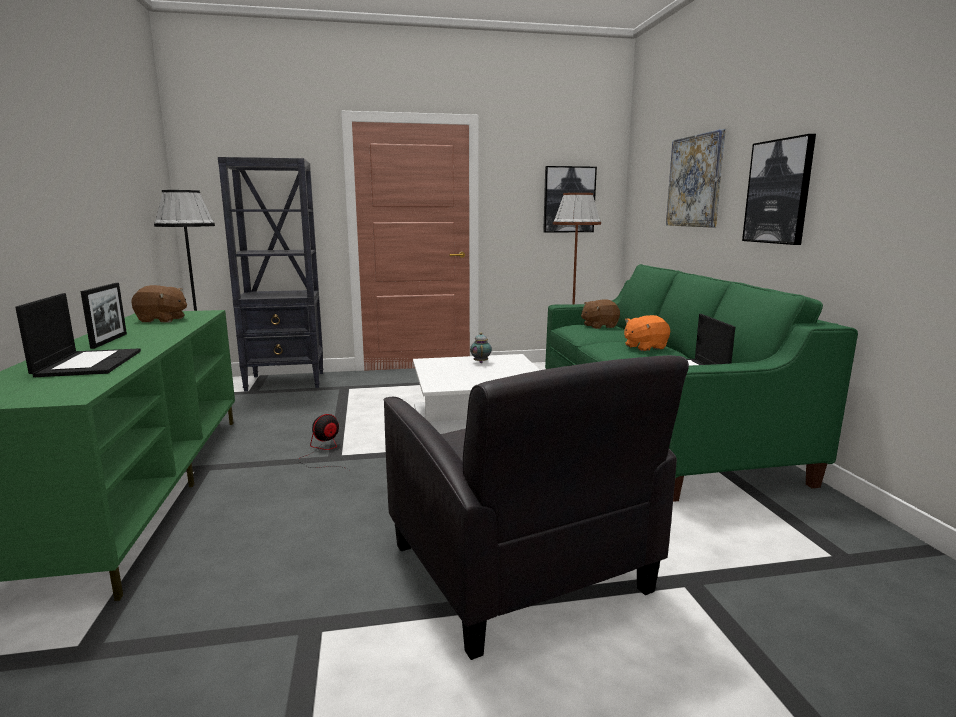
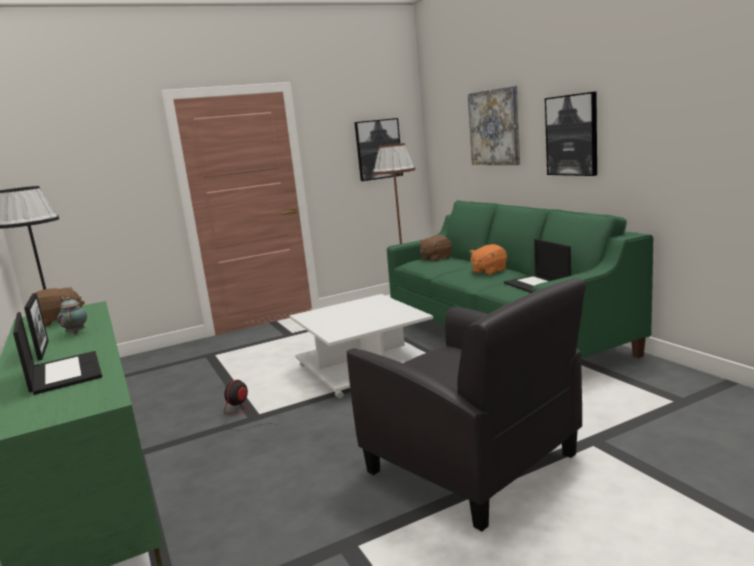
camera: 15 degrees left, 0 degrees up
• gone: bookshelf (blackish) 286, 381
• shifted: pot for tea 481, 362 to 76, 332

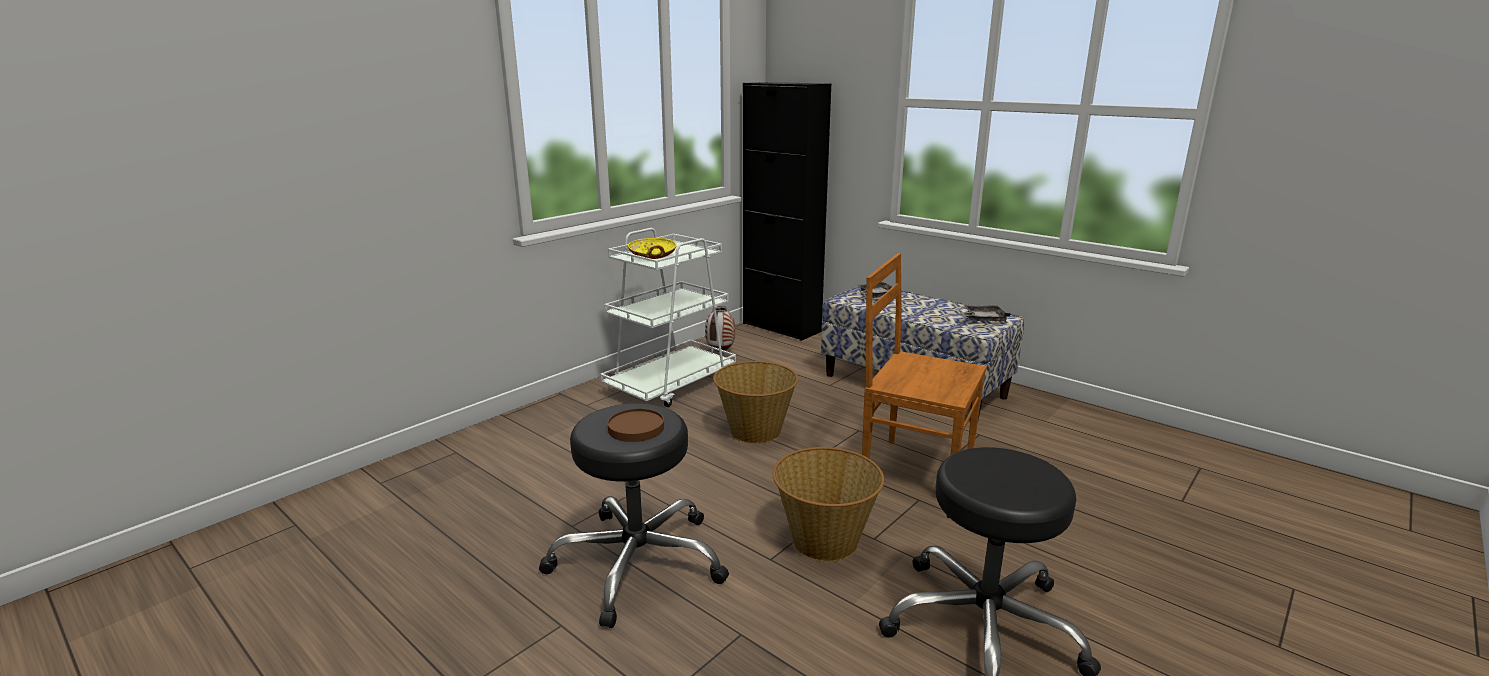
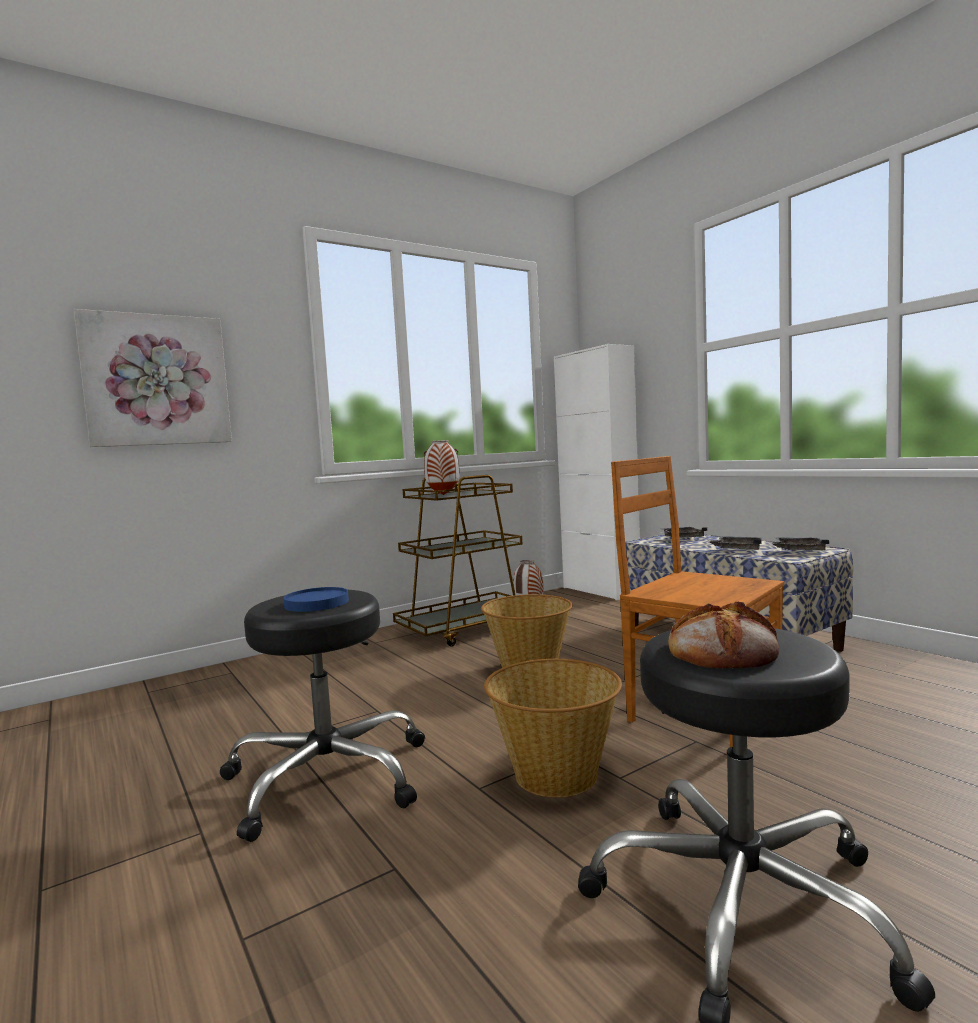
camera: 15 degrees right, 15 degrees down
• repainted: cabinet (blackish) 781, 327 to cabinet (whitish) 601, 591
• repainted: wheeled cart (whitish) 671, 384 to wheeled cart (brown-coloured) 466, 629
• swapped: deep dish (yellowish) 652, 256 to flower vase 442, 495
• repainted: flat dish (brown-coloured) 636, 428 to flat dish (blue) 316, 603
• new: wall art 157, 380
• new: tray (gray) 737, 549
• new: bread 723, 650

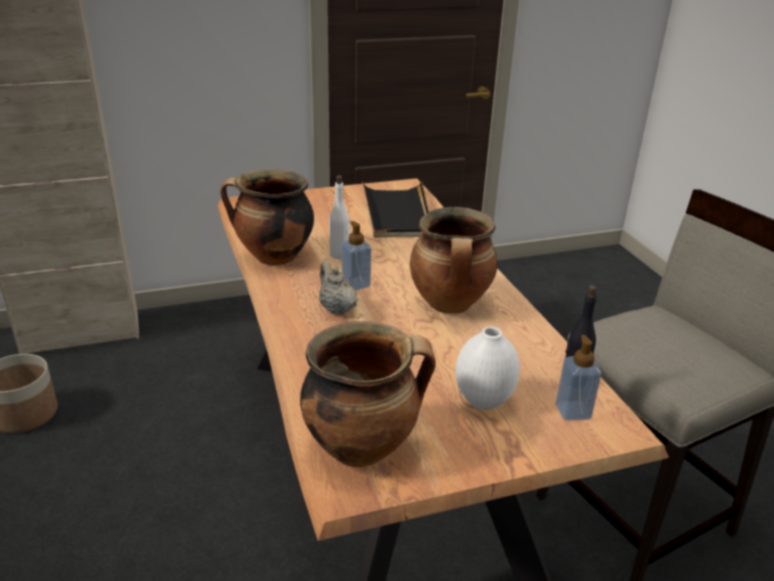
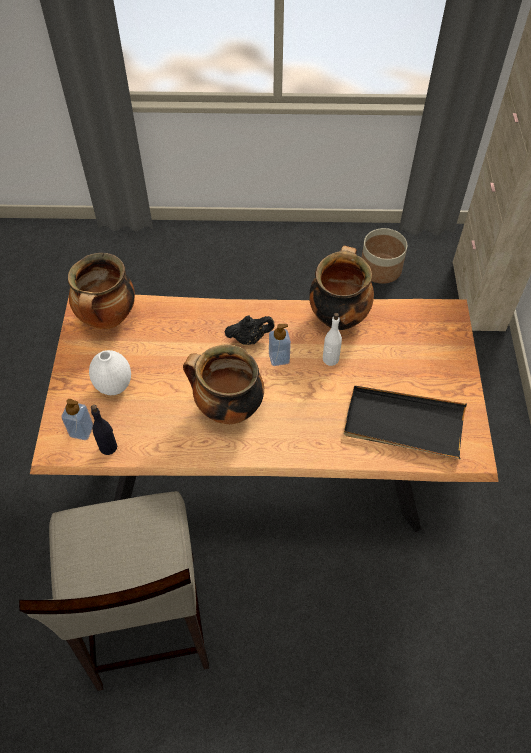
camera: 110 degrees right, 25 degrees up
• repainted: pot for tea (sand-coloured) 336, 308 to pot for tea (blackish) 249, 339

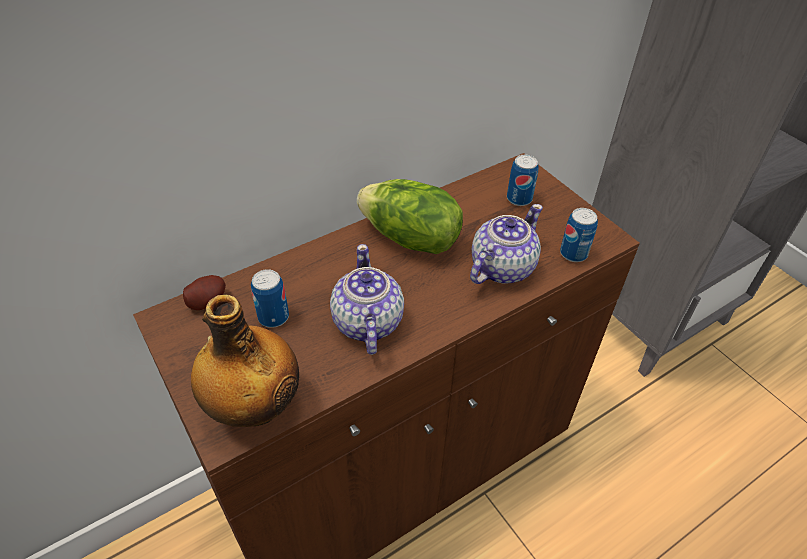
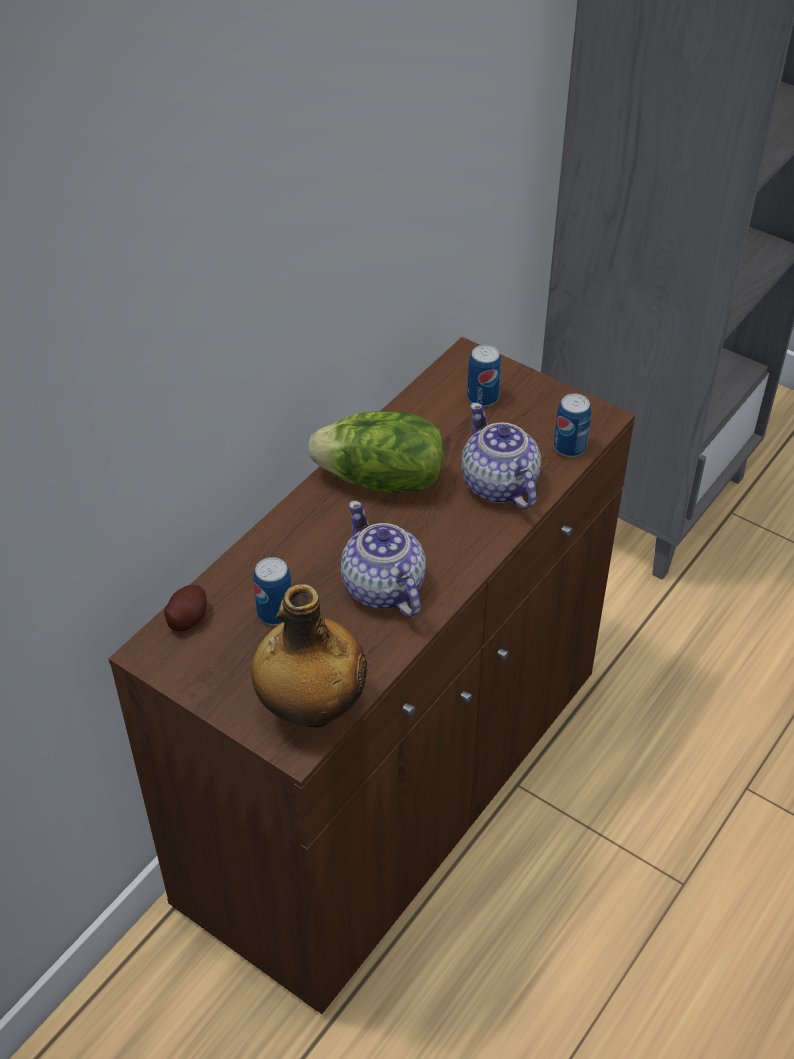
camera: 20 degrees left, 0 degrees up
• rotated: pot for tea 501, 268 = 499, 485 45 degrees counterclockwise

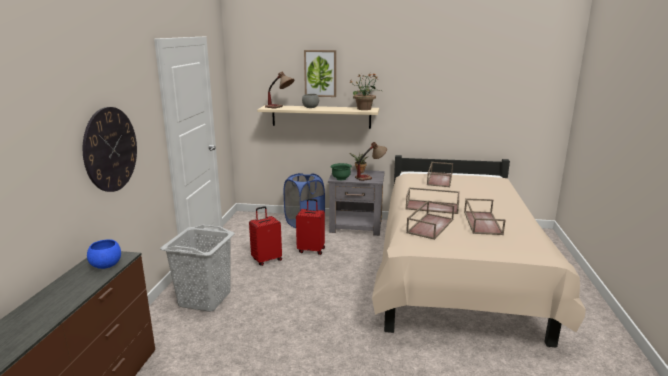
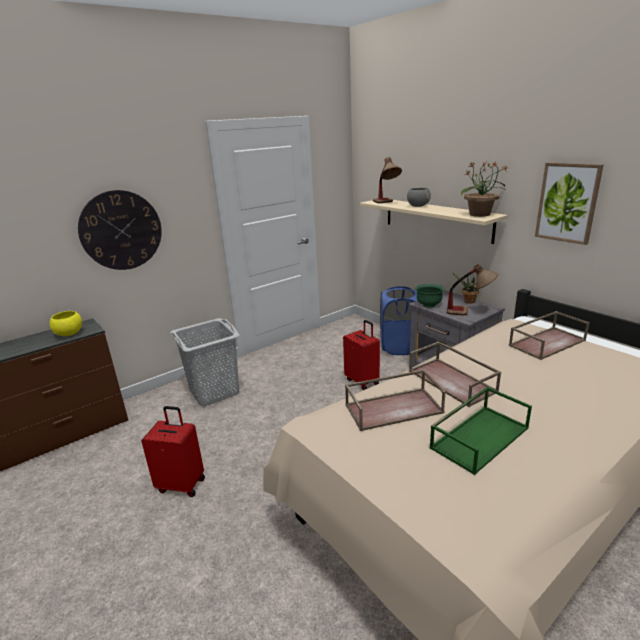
camera: 45 degrees right, 5 degrees up
• shifted: wall art 320, 73 to 567, 202
• repainted: tray (brown-coloured) 481, 222 to tray (green) 479, 437
• shifted: piece of luggage (reddish) 266, 260 to 182, 484
• repainted: deep dish (blue) 107, 265 to deep dish (yellowish) 70, 334

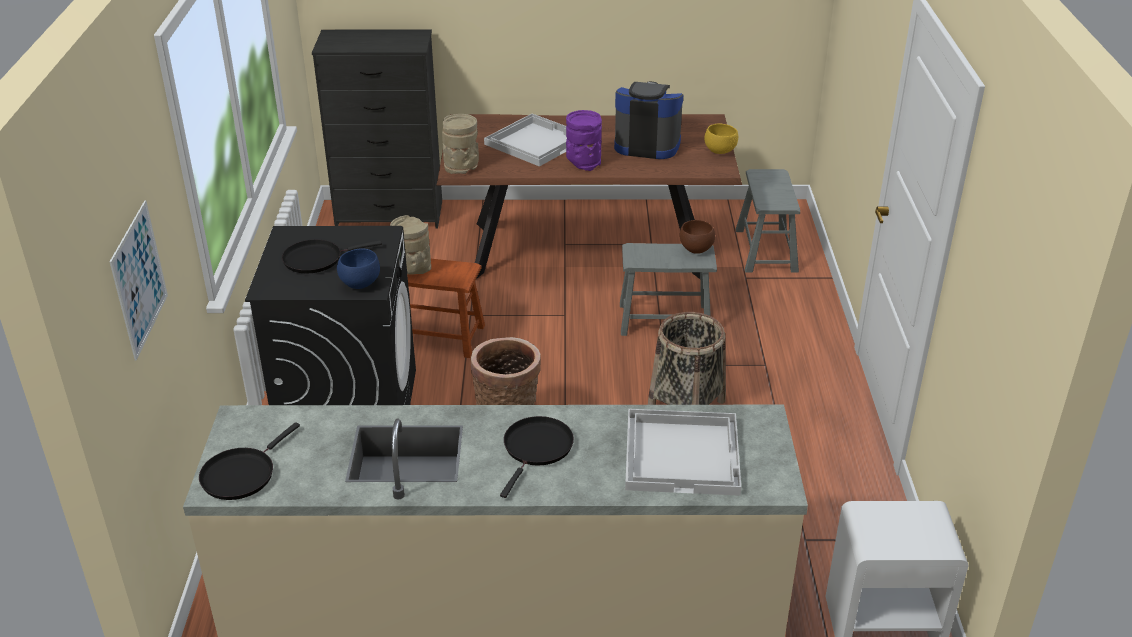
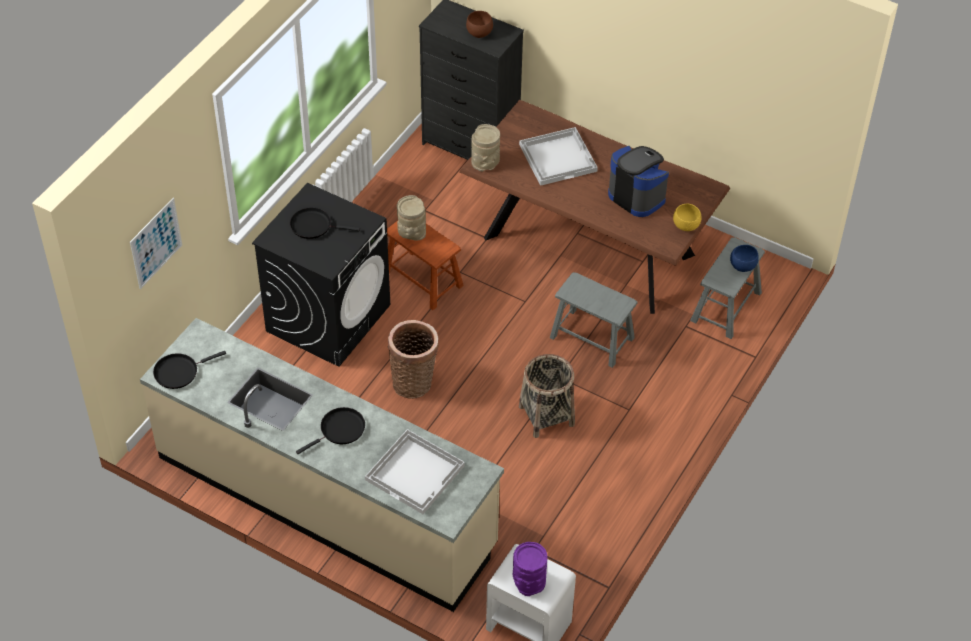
camera: 30 degrees right, 15 degrees up
• shifted: flower vase (purple-coloured) 583, 163 to 529, 581
• shifted: deep dish (brown-coloured) 695, 250 to 478, 33
• shifted: deep dish (blue) 359, 283 to 742, 266

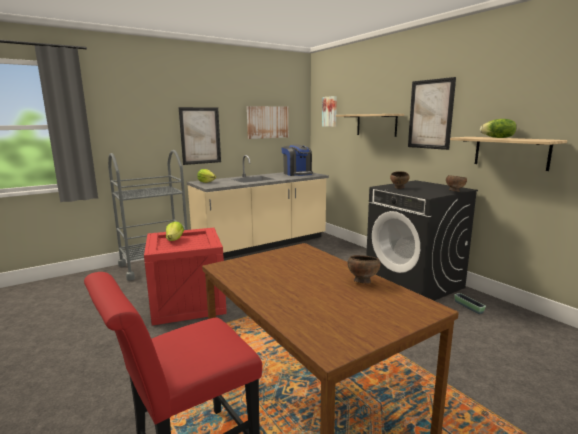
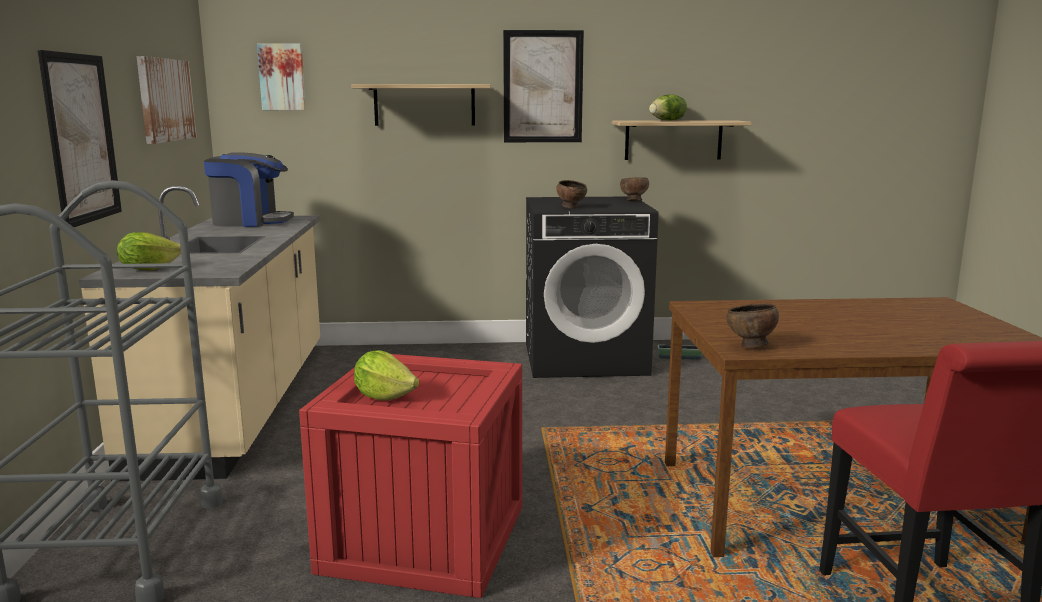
camera: 60 degrees left, 0 degrees up
• shifted: deep dish (brown-coloured) 362, 282 to 750, 346

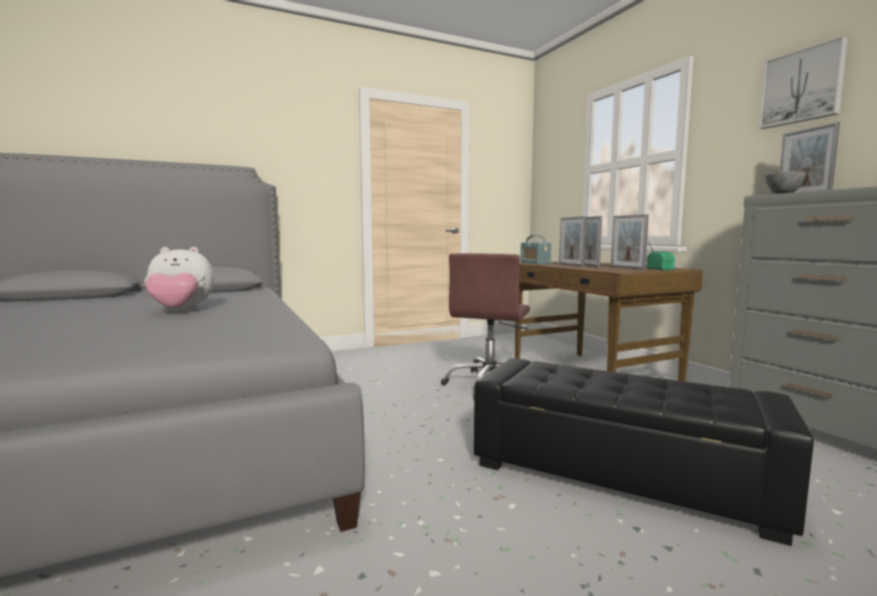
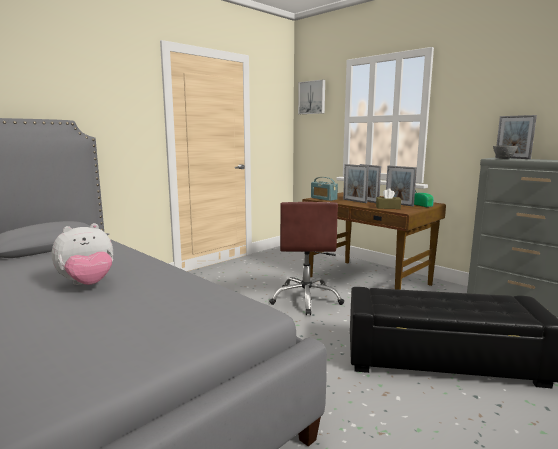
camera: 20 degrees left, 5 degrees up
• shifted: wall art 802, 86 to 312, 97
• new: box of tissues (brown-coloured) 388, 207

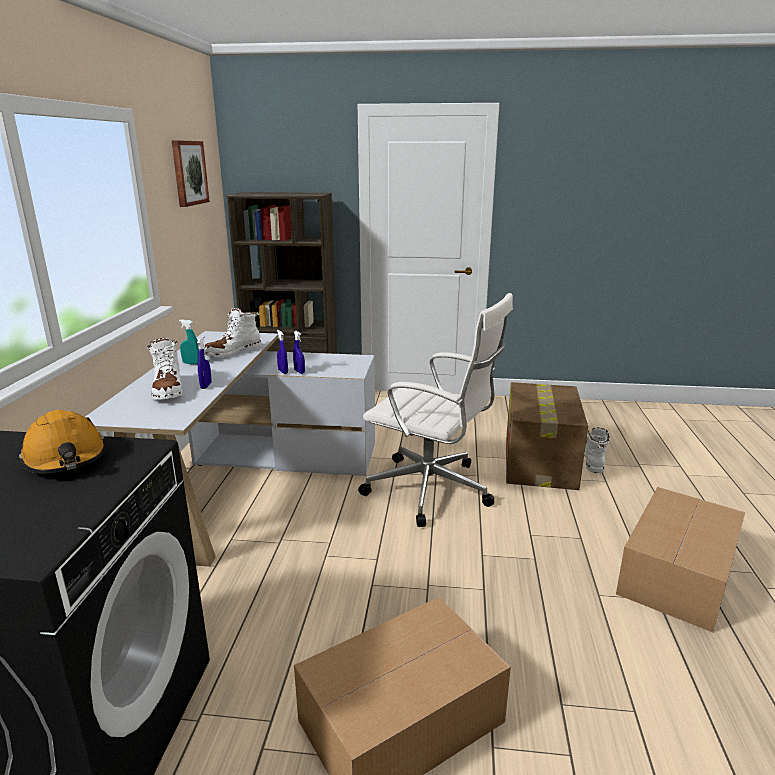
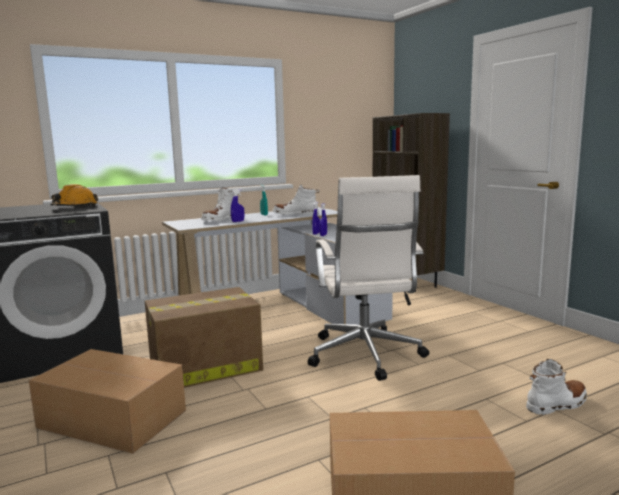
camera: 55 degrees right, 10 degrees down
• gone: wall art 188, 173
• shifted: carton 540, 463 to 204, 367

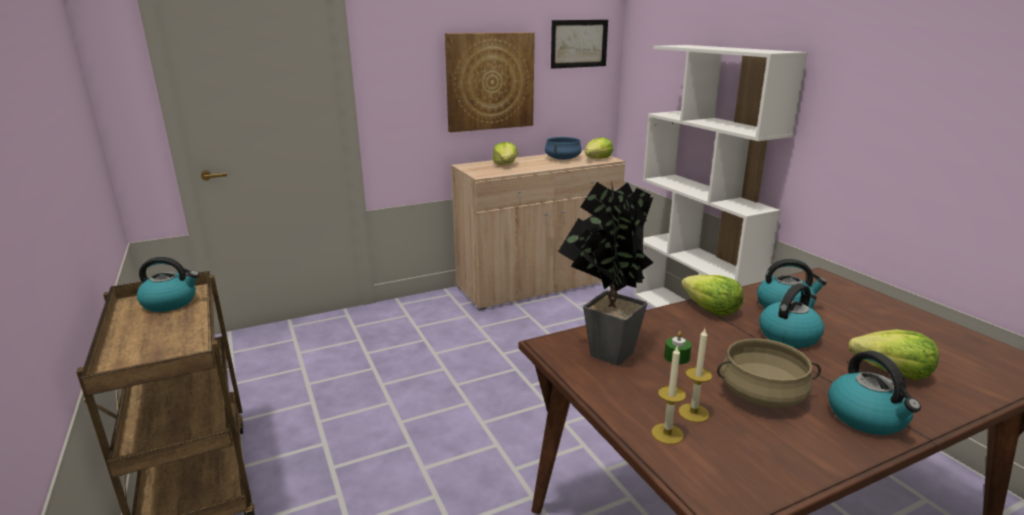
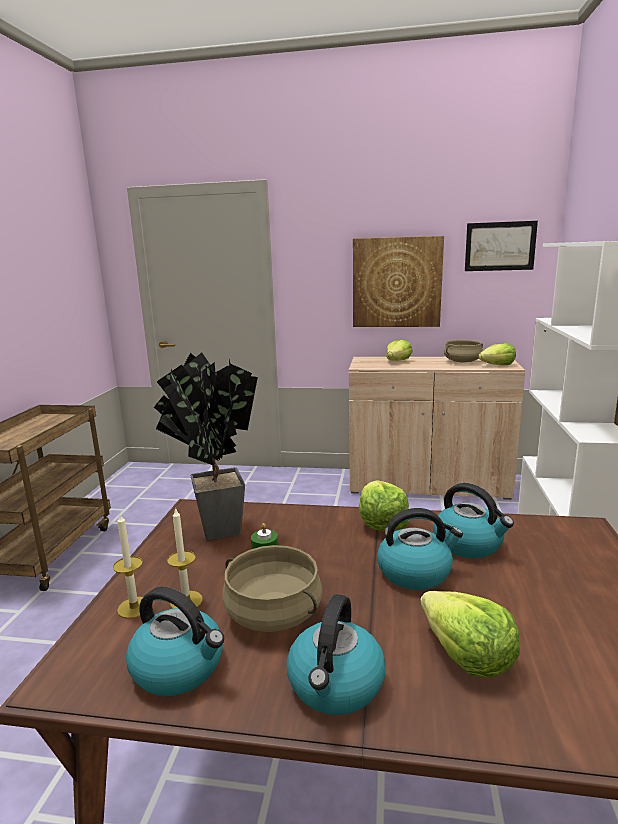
camera: 35 degrees right, 5 degrees down
• repainted: cooking pot (blue) 563, 159 to cooking pot (sand-coloured) 462, 361
• shifted: tea kettle 171, 302 to 180, 667

